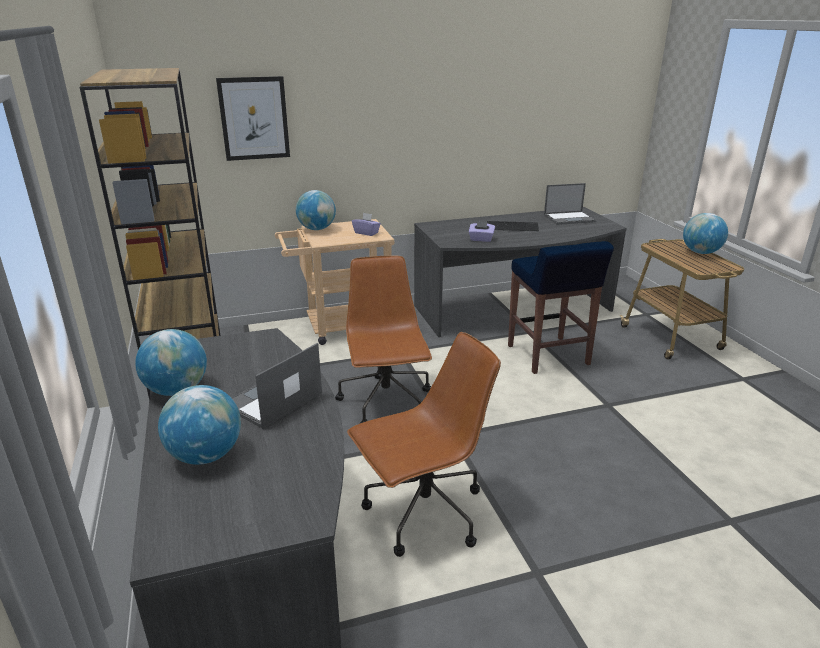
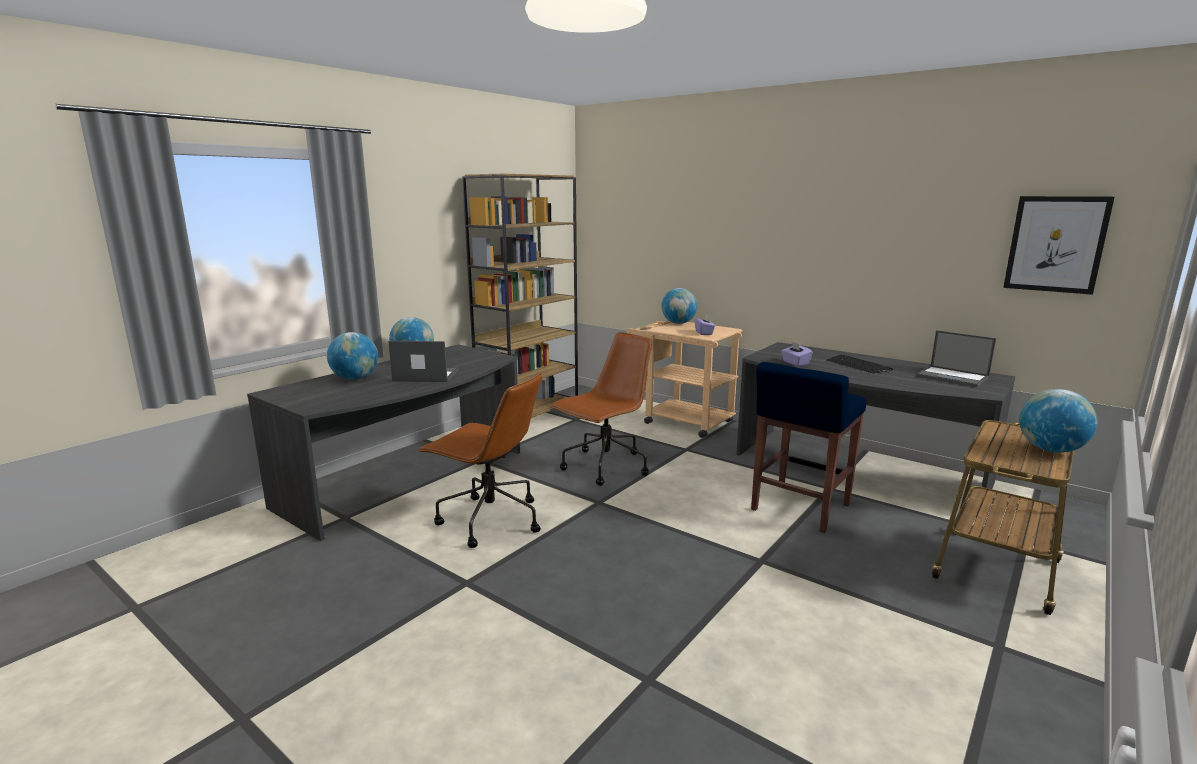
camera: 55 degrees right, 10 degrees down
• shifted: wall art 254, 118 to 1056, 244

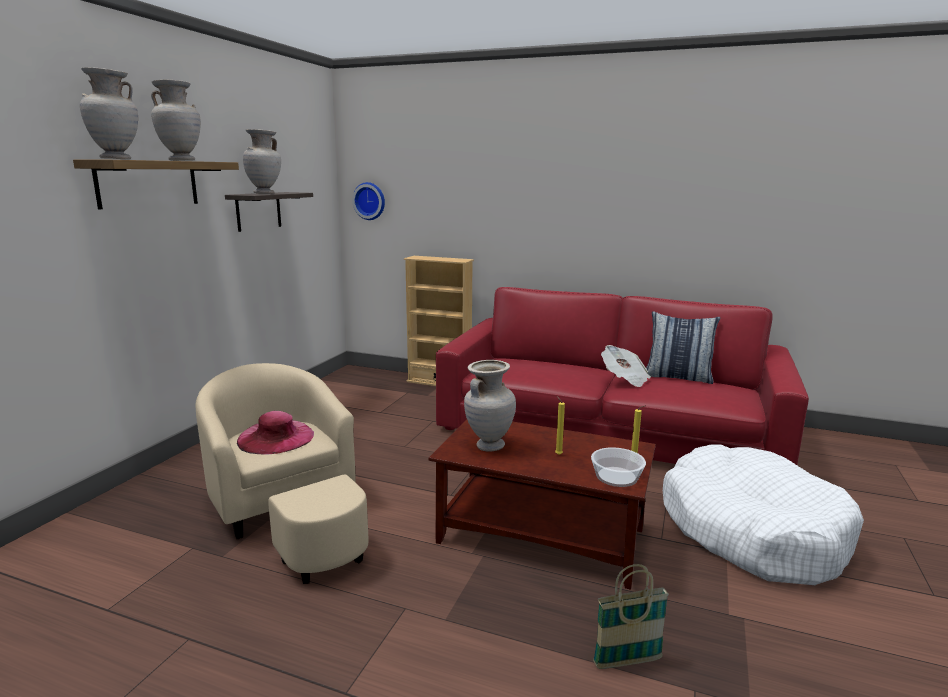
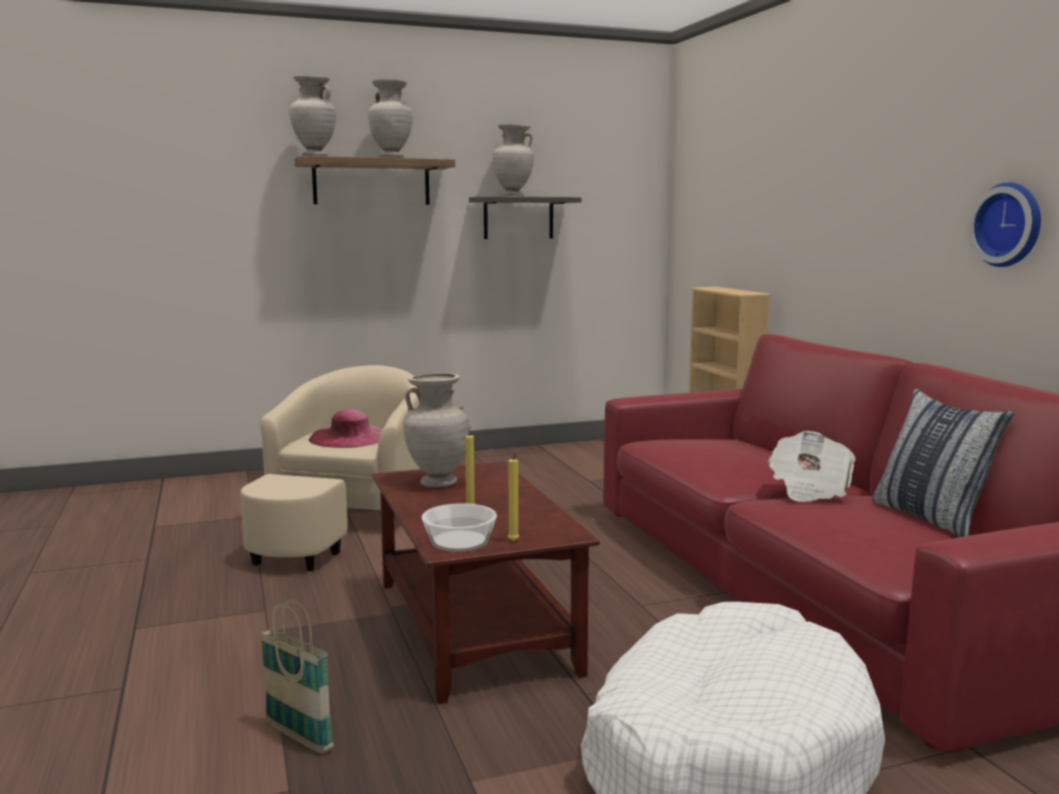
camera: 50 degrees right, 5 degrees down
• shifted: clock on the wall 370, 201 to 1010, 225

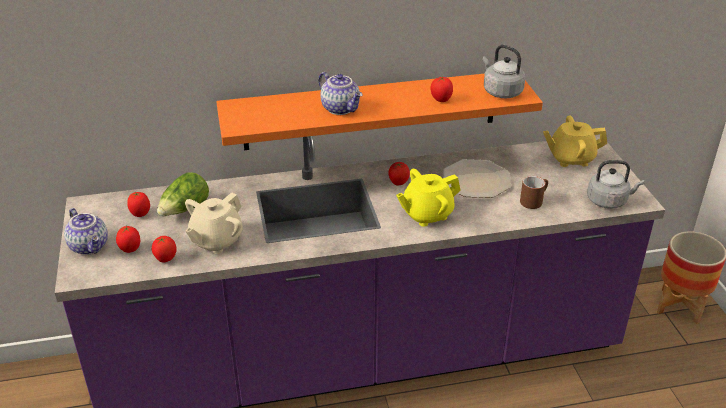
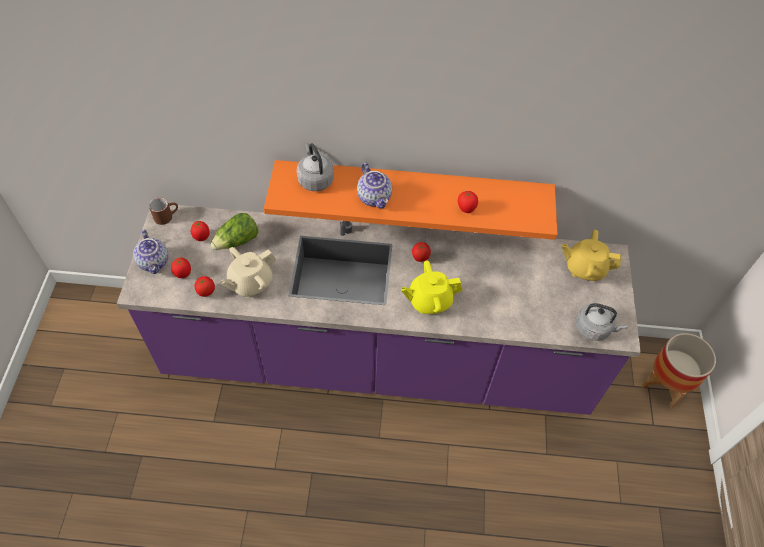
camera: 15 degrees right, 20 degrees up
• shifted: tea kettle (gray) 501, 91 to 315, 179
• gone: flat dish 476, 180
• shifted: coffee mug (brown-coloured) 533, 200 to 166, 216

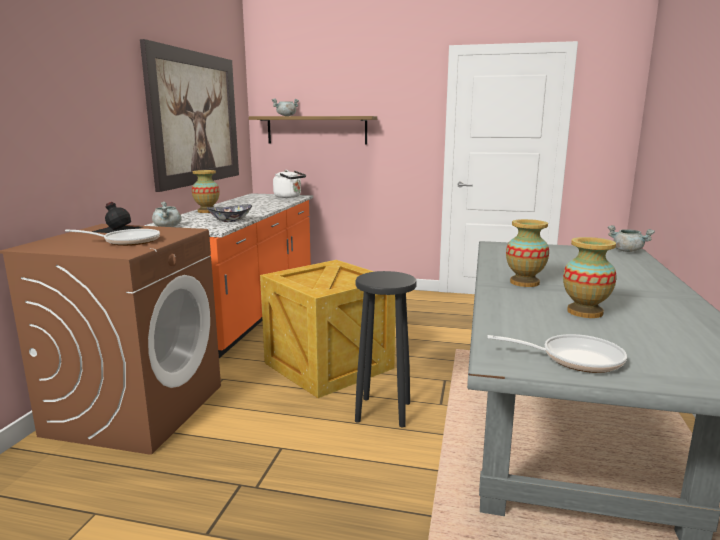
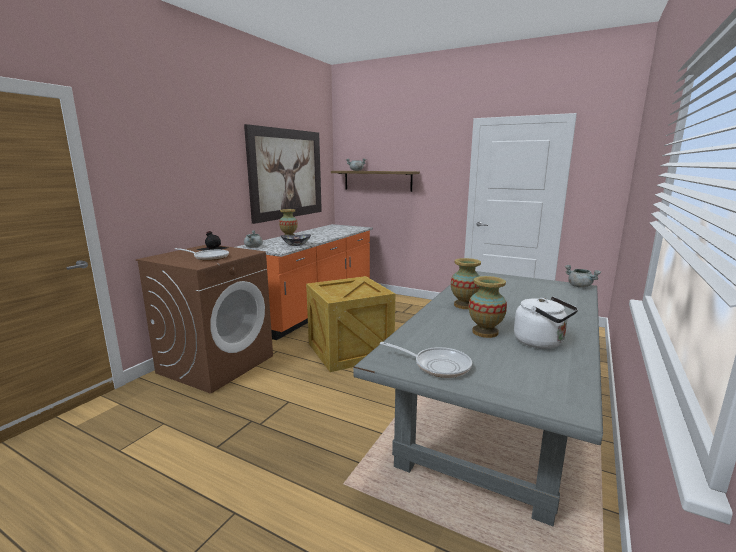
camera: 15 degrees right, 0 degrees up
• shifted: tea kettle (whitish) 289, 197 to 541, 342
• gone: stool (blackish) 383, 411

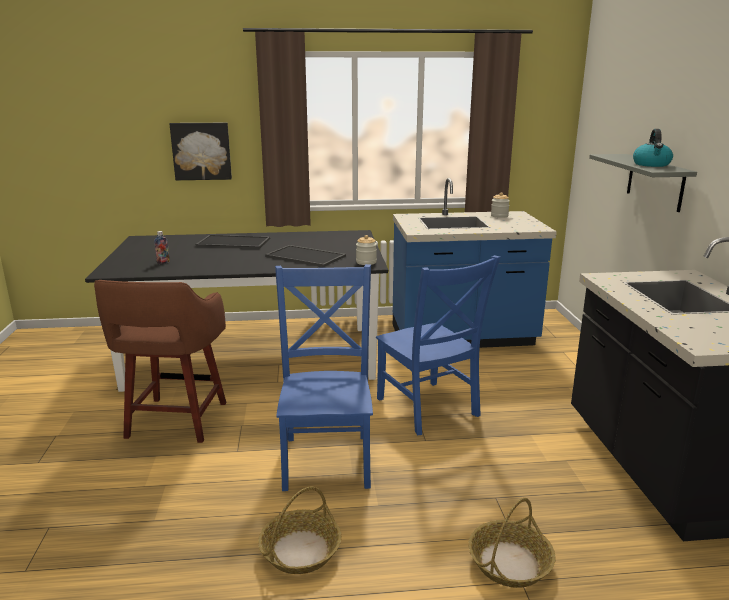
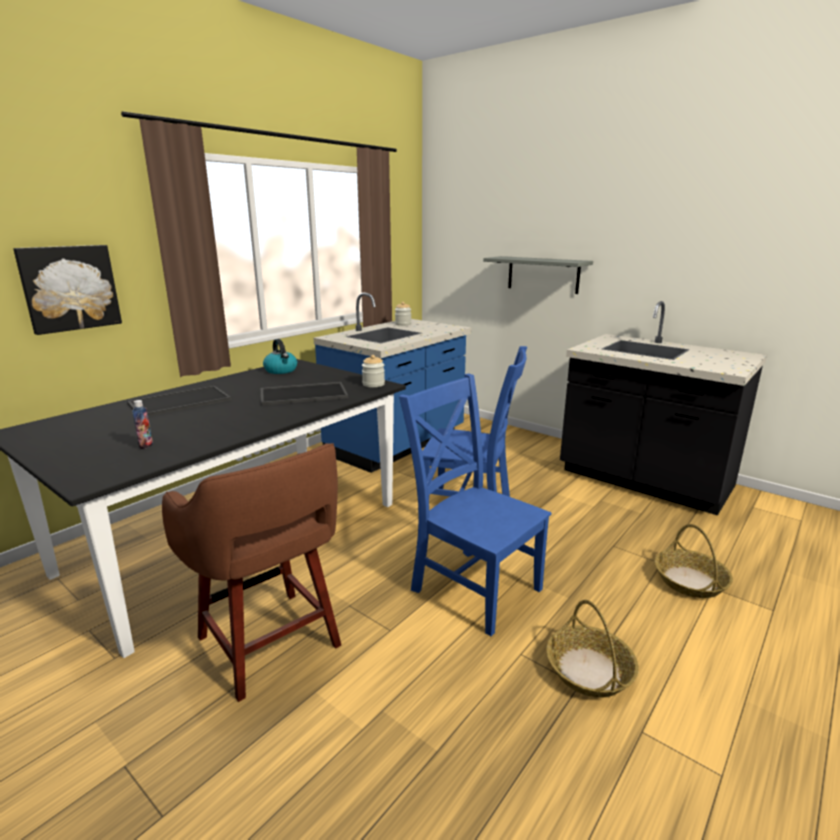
camera: 45 degrees left, 0 degrees up
• shifted: tea kettle 651, 164 to 281, 370

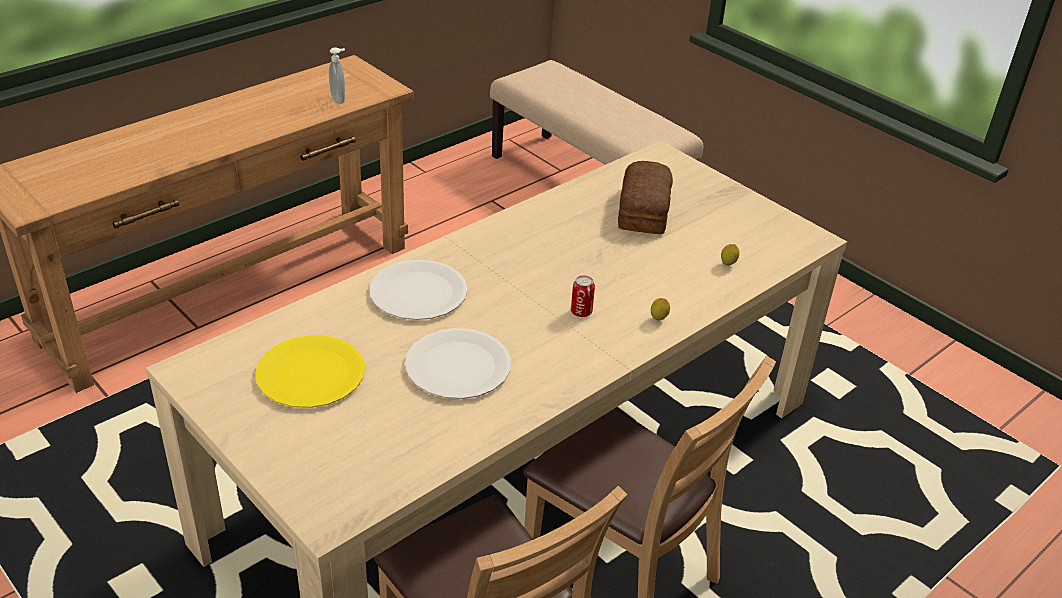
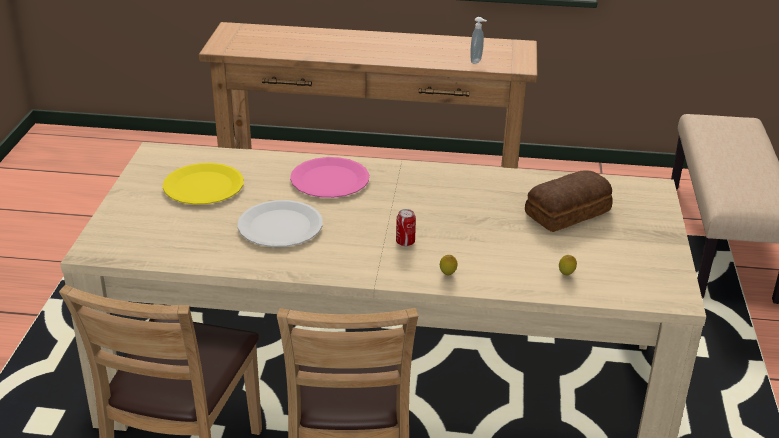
camera: 50 degrees right, 5 degrees down
• repainted: flat dish (whitish) 418, 292 to flat dish (pink) 330, 180

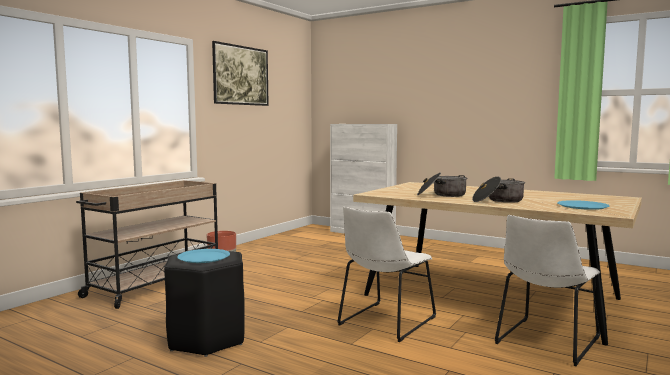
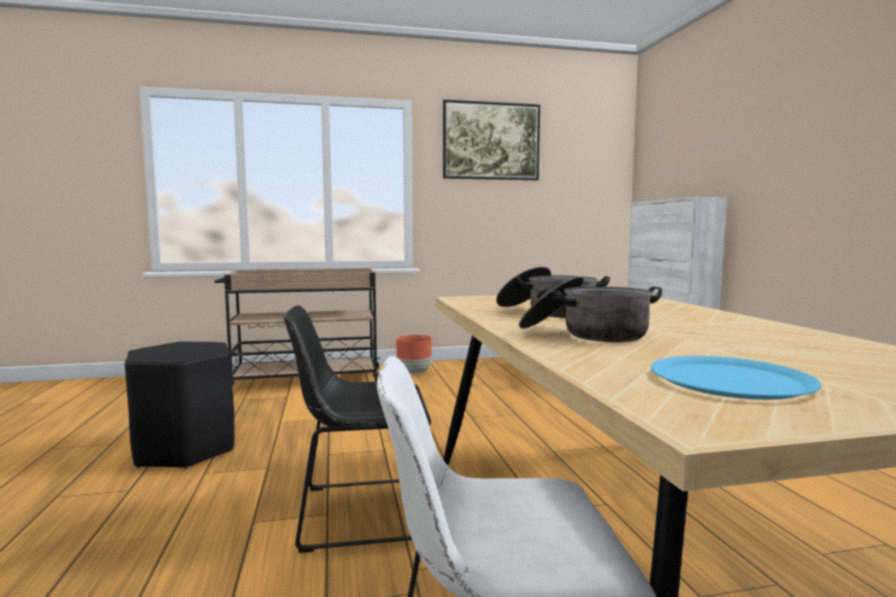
camera: 45 degrees right, 0 degrees up
• repainted: upright chair (whitish) 385, 322 to upright chair (blackish) 363, 512
• gone: flat dish (blue) 204, 257

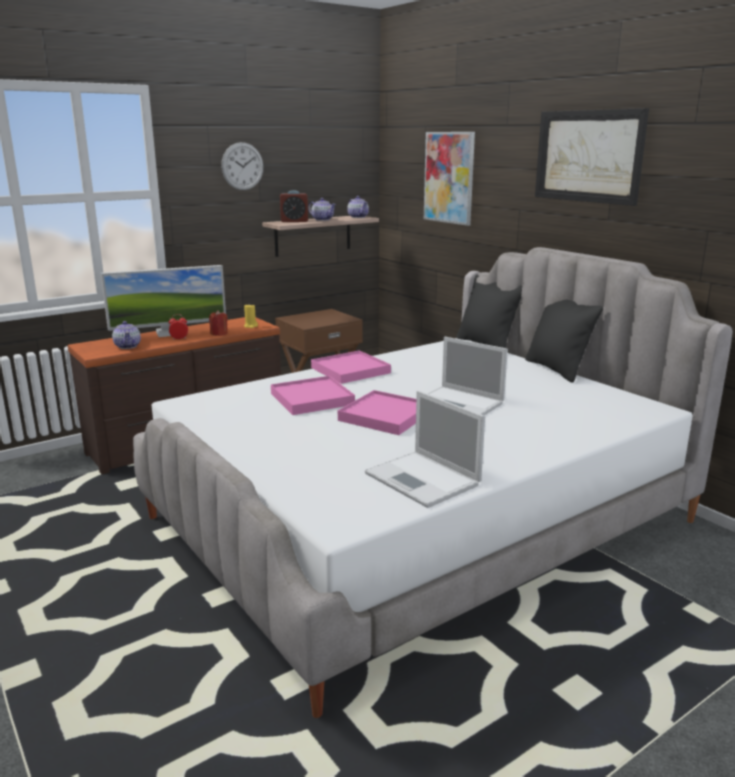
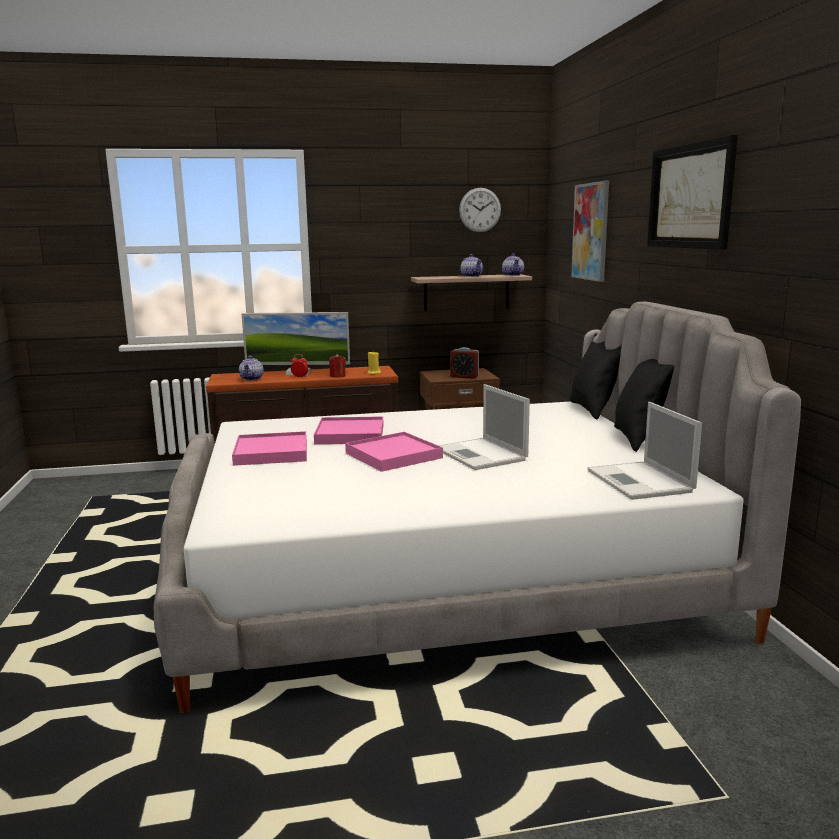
camera: 25 degrees right, 5 degrees down
• shifted: clock on the wall 242, 166 to 480, 210
• shifted: bedside clock 294, 221 to 464, 376
• shifted: tray (pink) 350, 370 to 271, 453
• shifted: notebook computer 424, 480 to 641, 482

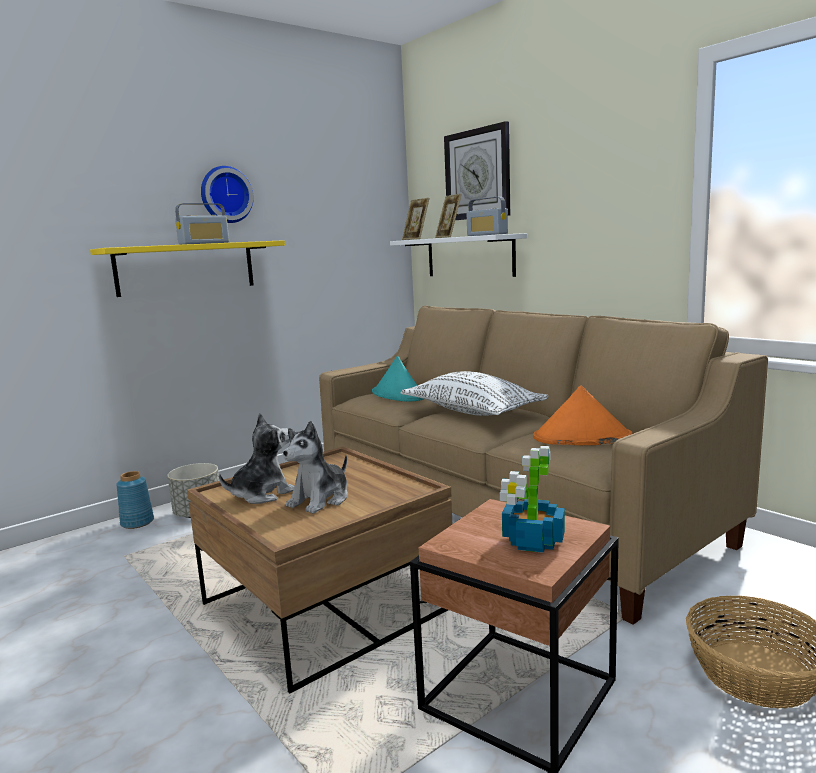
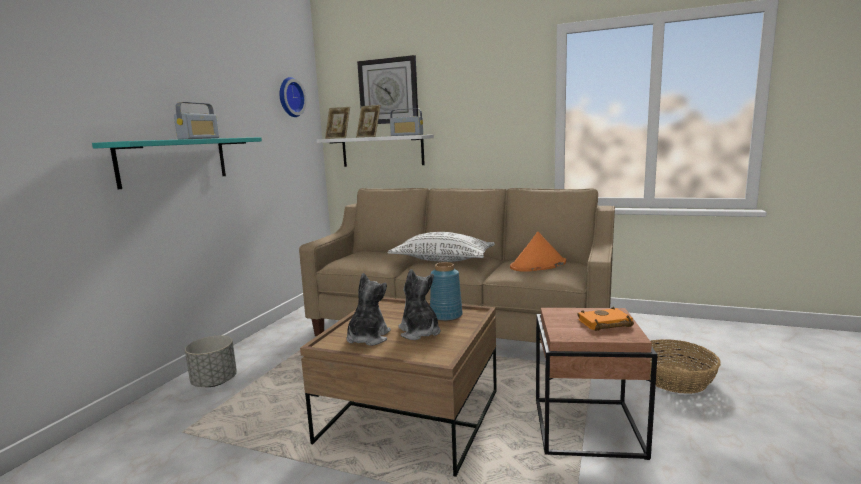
camera: 30 degrees left, 0 degrees up
• shifted: clock on the wall 225, 195 to 289, 97
• repainted: bracket shelf (yellowish) 186, 268 to bracket shelf (blue-green) 174, 161
• gone: wearable hat (blue-green) 398, 395
• rotated: soft toy 320, 500 = 419, 332 150 degrees clockwise
• swapped: houseplant 532, 542 to book (orange-coloured) 604, 324
• shifted: flower vase (blue) 137, 522 to 446, 315

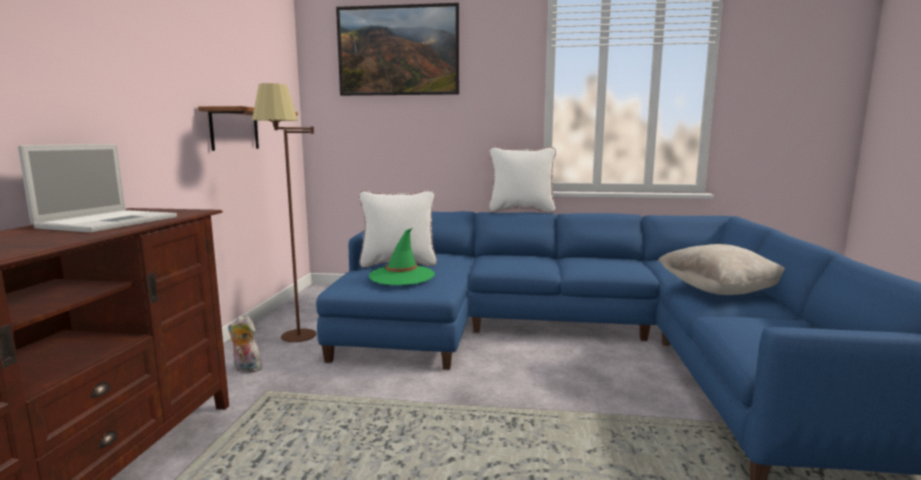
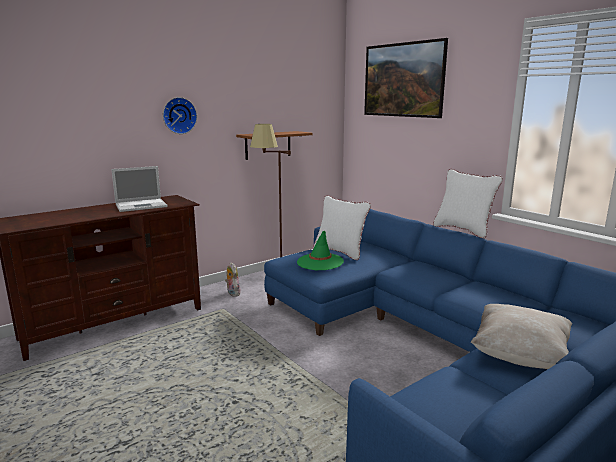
camera: 45 degrees right, 5 degrees up
• new: clock on the wall 179, 115

